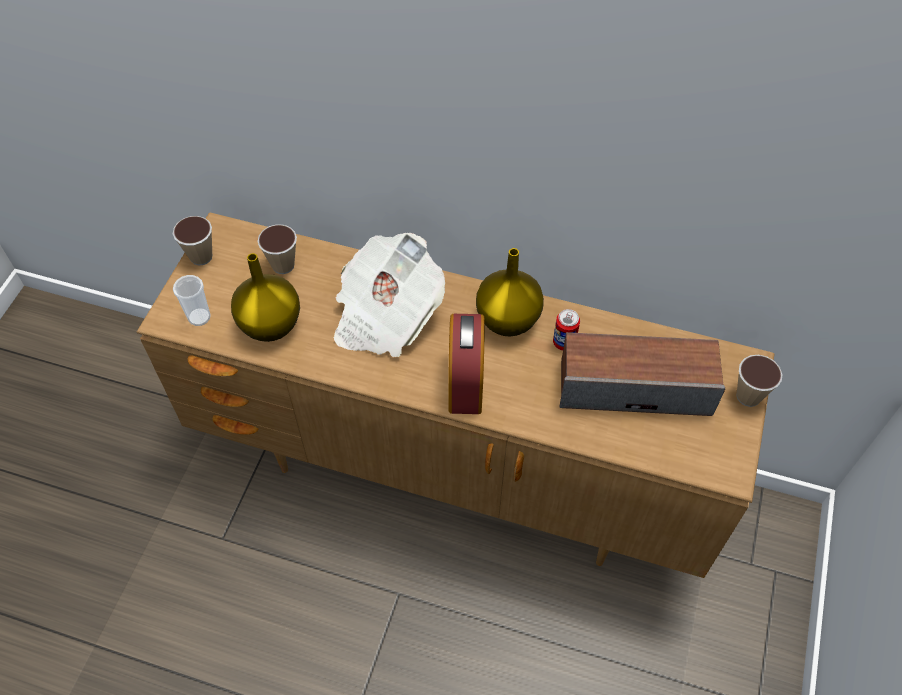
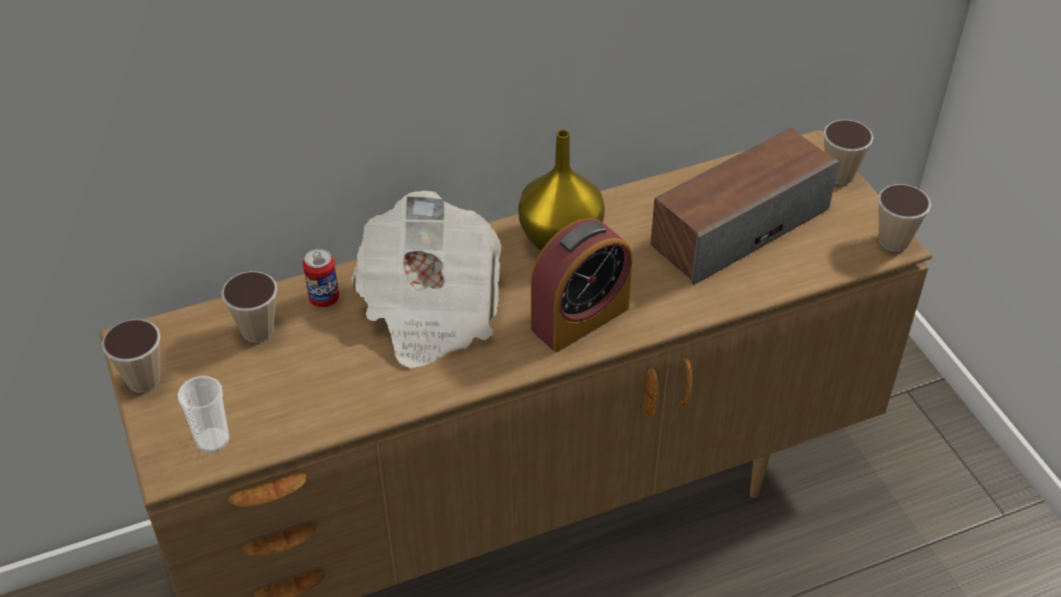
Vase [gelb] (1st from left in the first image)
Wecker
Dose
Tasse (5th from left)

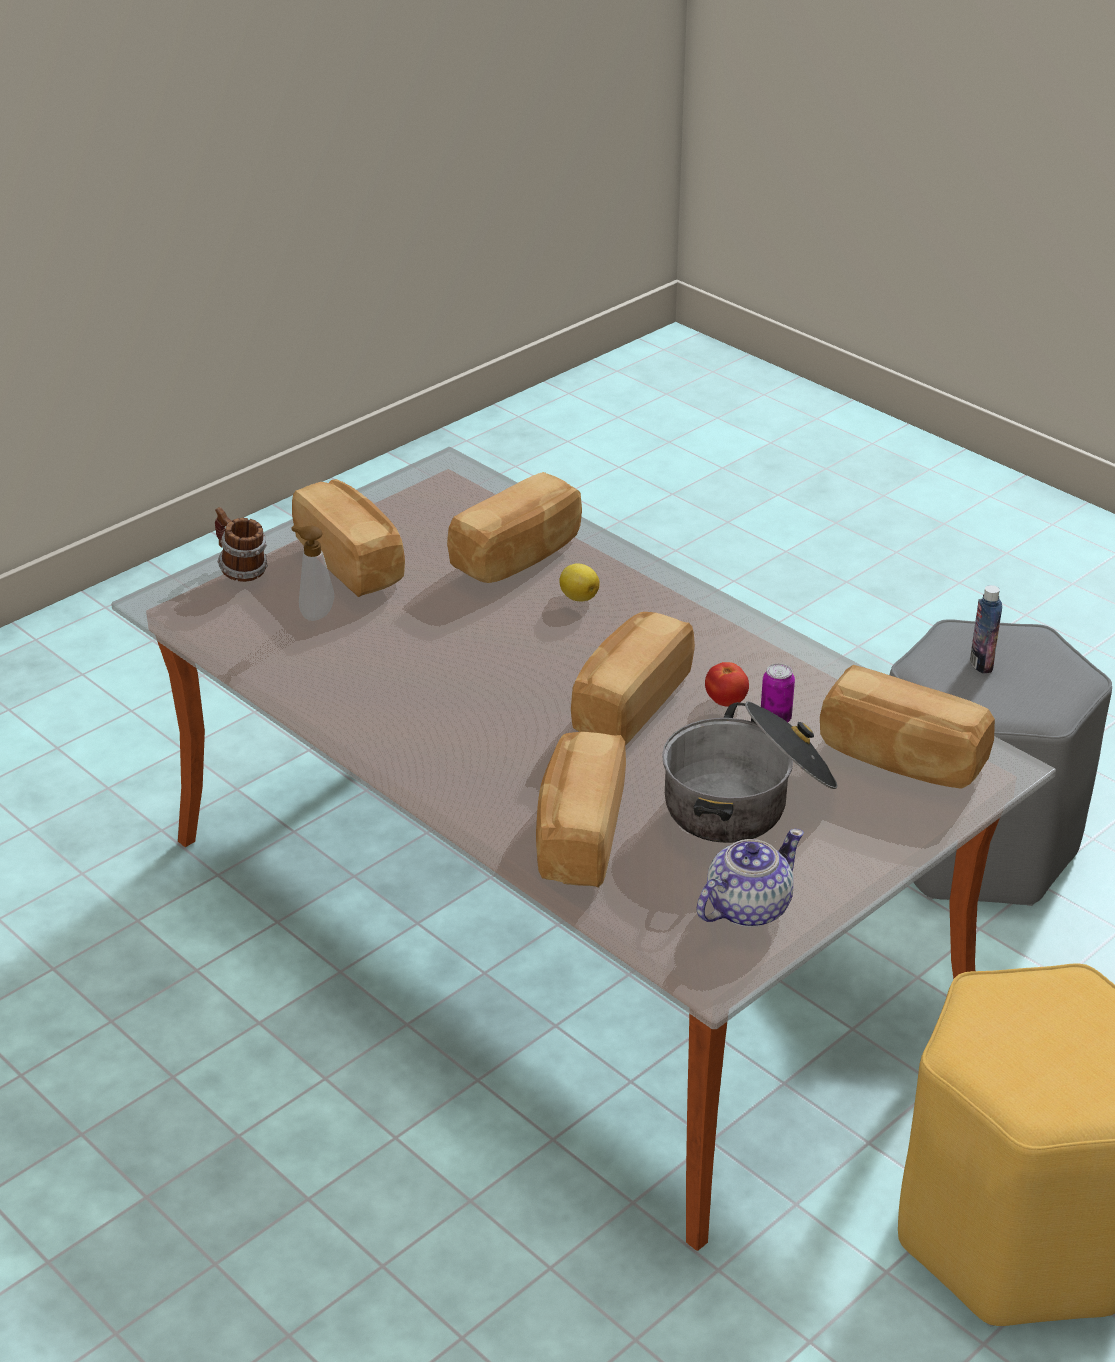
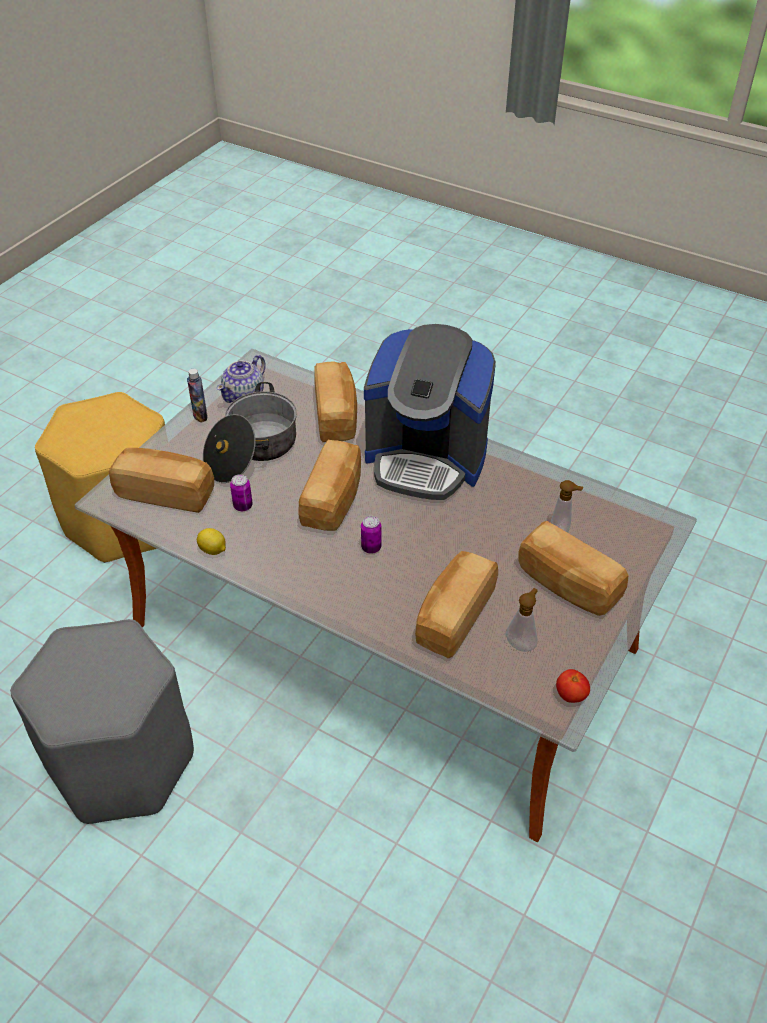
Henkelbecher
Zitrone
Tomate
Flasche
Dose (2nd from left)
Kaffeemaschine
Seifenspender (1st from left)

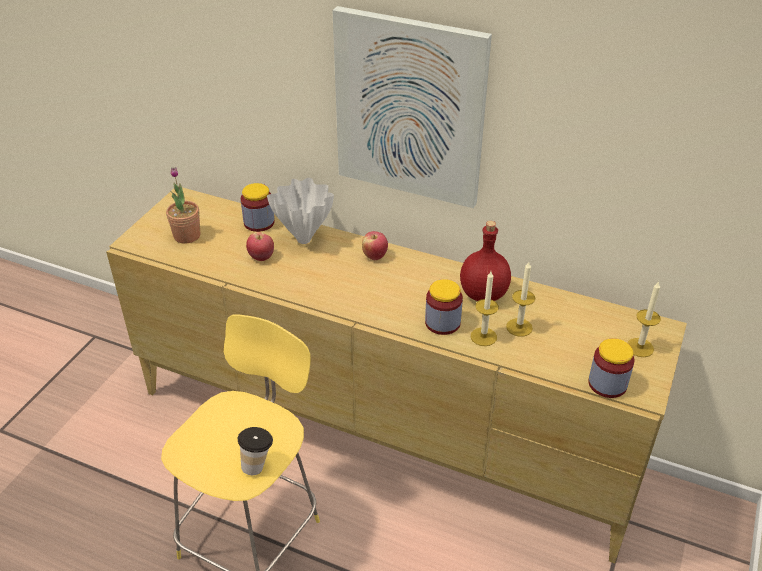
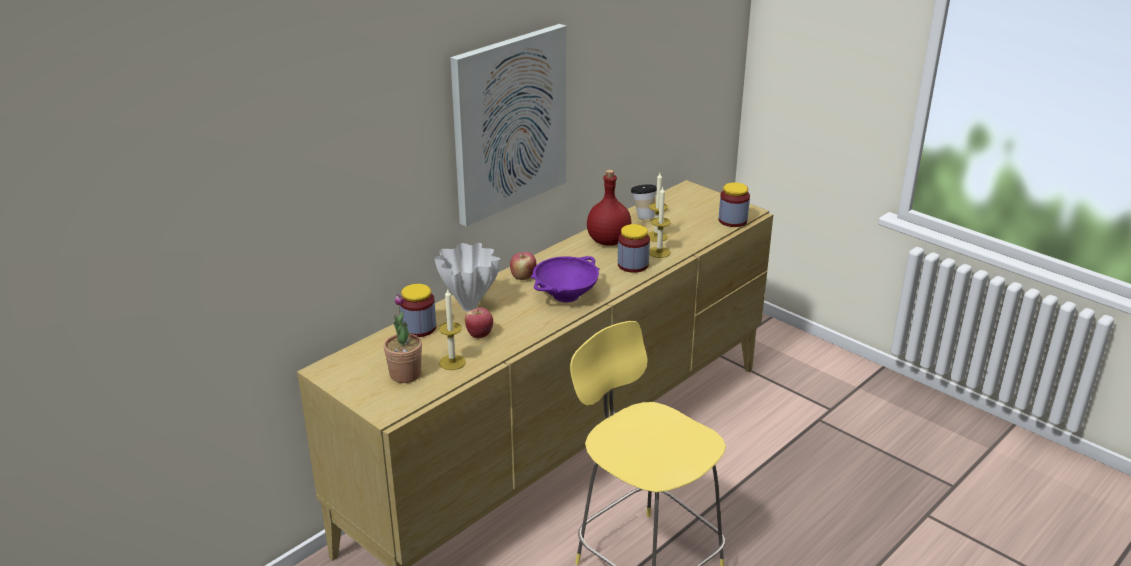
Tasse
Kerze (1st from left)
Schüssel [lila]

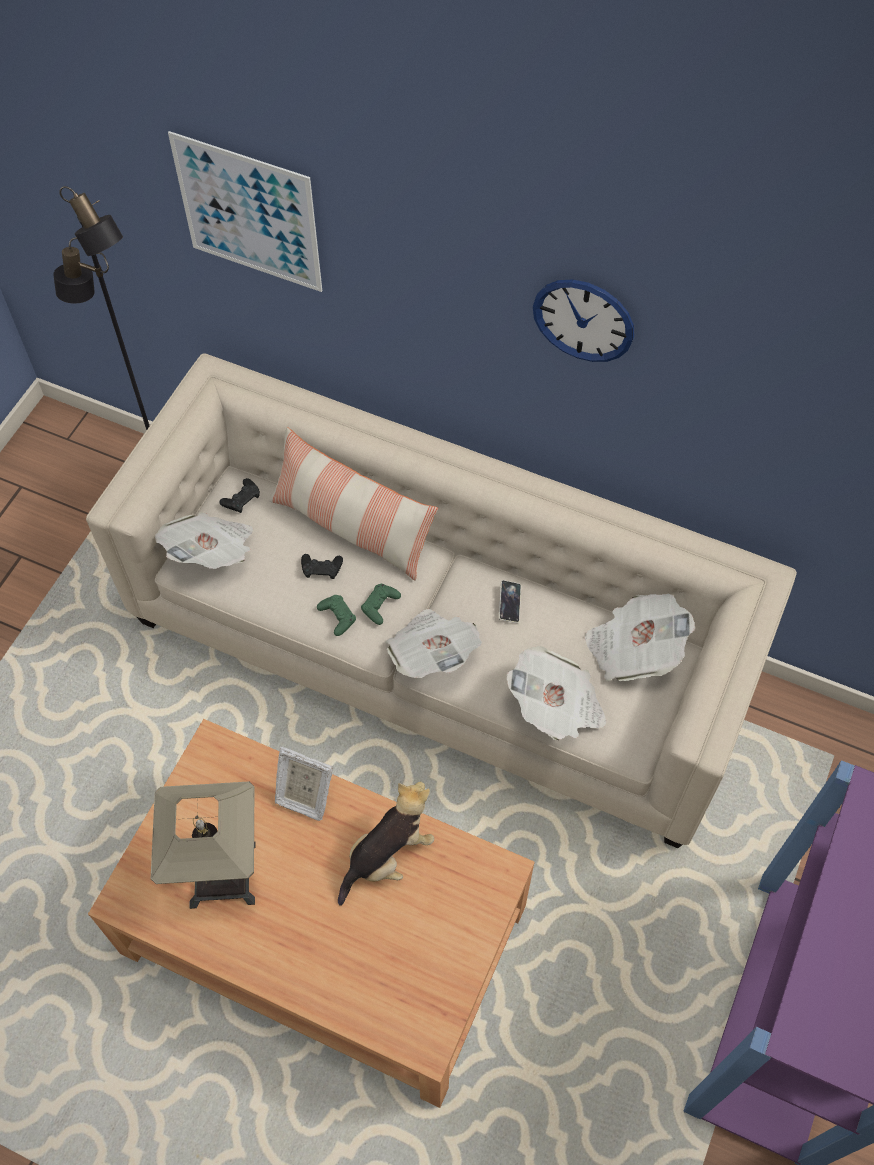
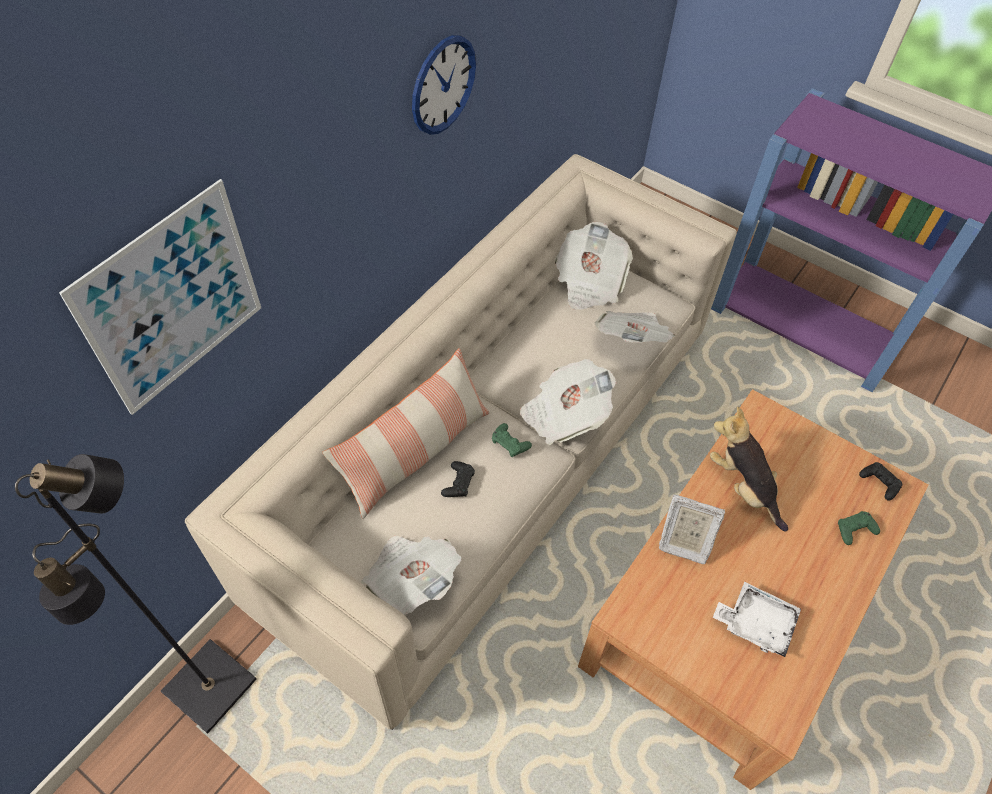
Tablett [weiß]
Gamepad [schwarz] (2nd from left)
Bilderrahmen
Gamepad [grün] (2nd from left)
Handy

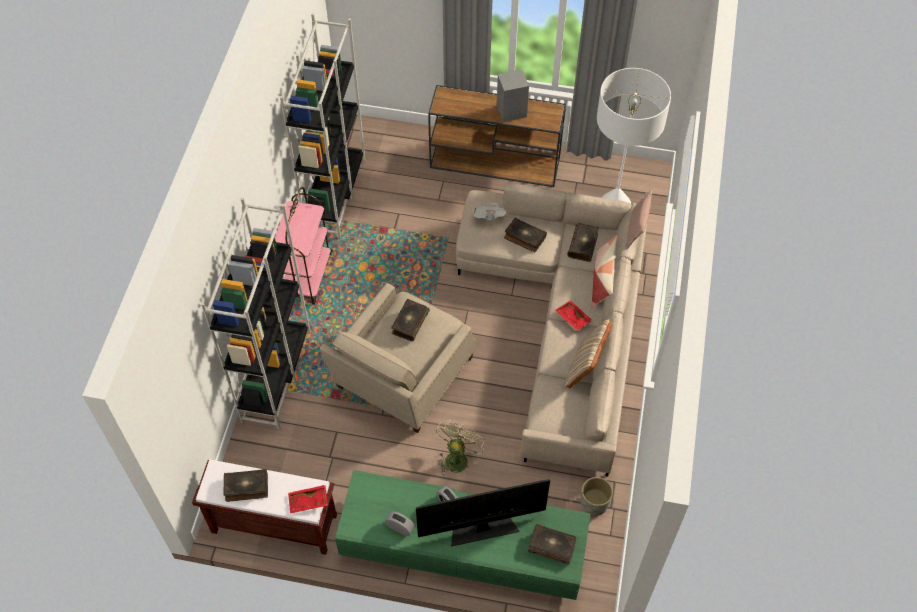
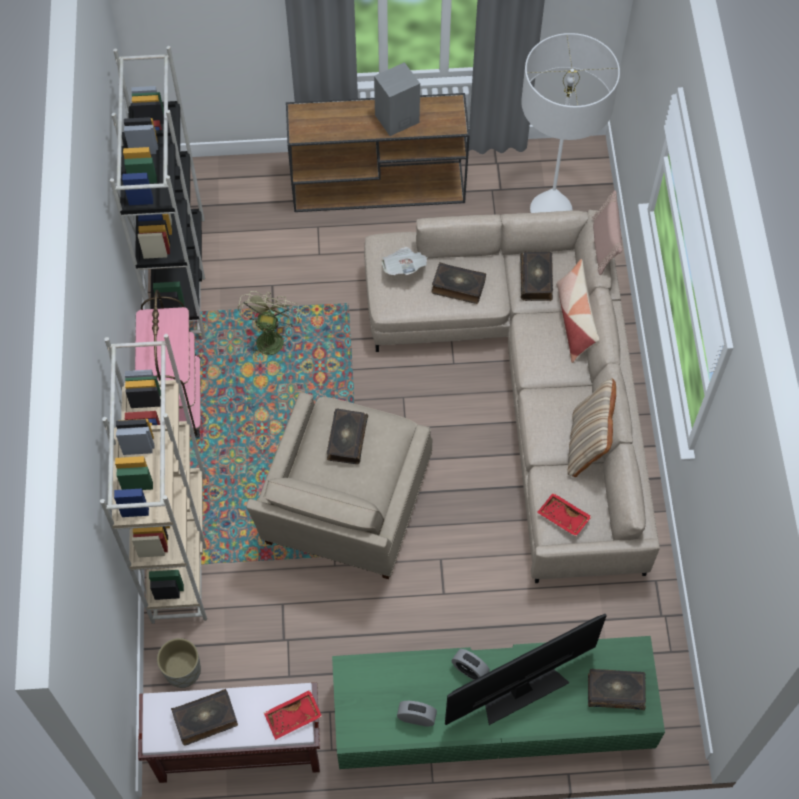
Bücherregal [beige]
Ventilator [grün]
Tablett [rot] (2nd from left)
Pflanzkübel [grau]

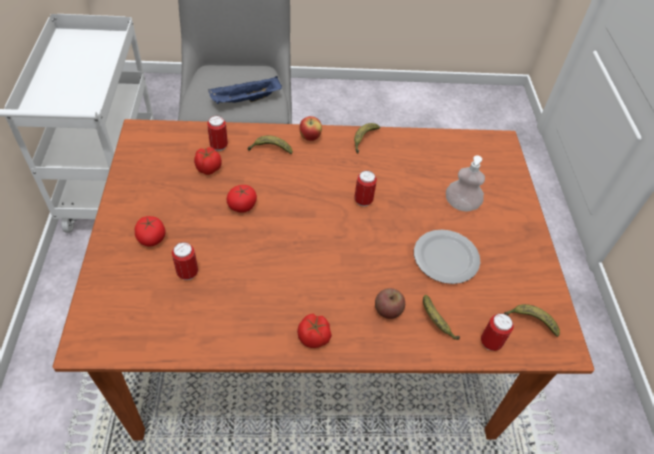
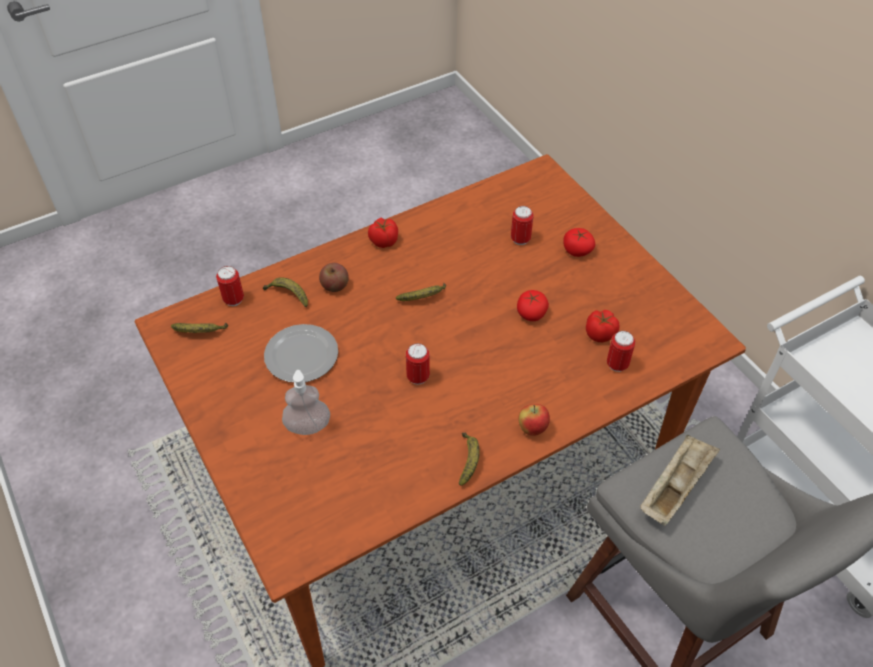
Tablett [beige]
Banane (3rd from left)

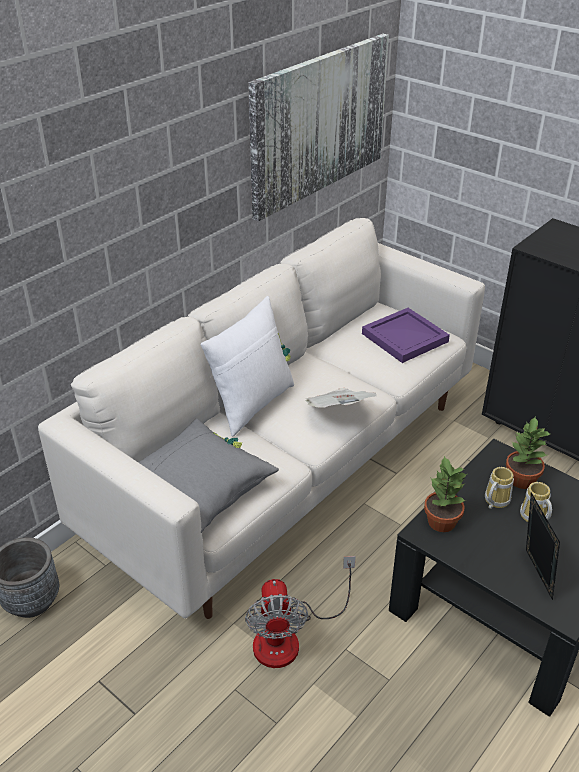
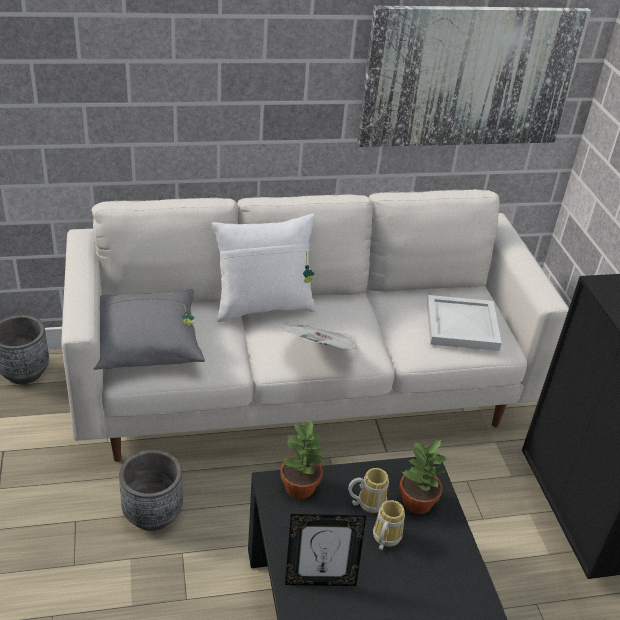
Pflanzkübel [grau] (2nd from left)
Tablett [weiß]
Bilderrahmen

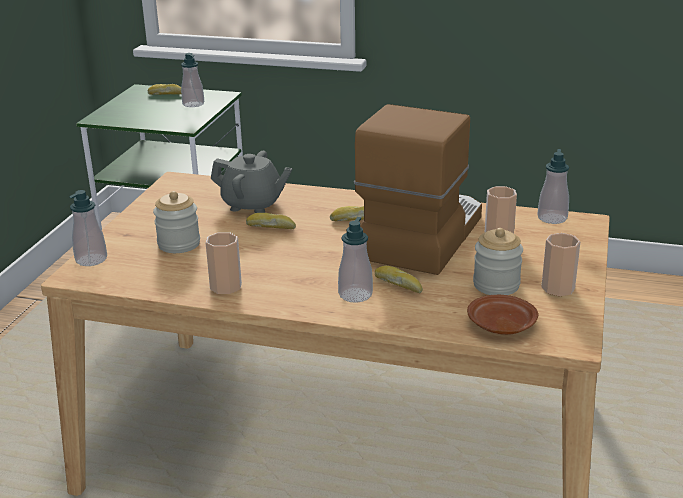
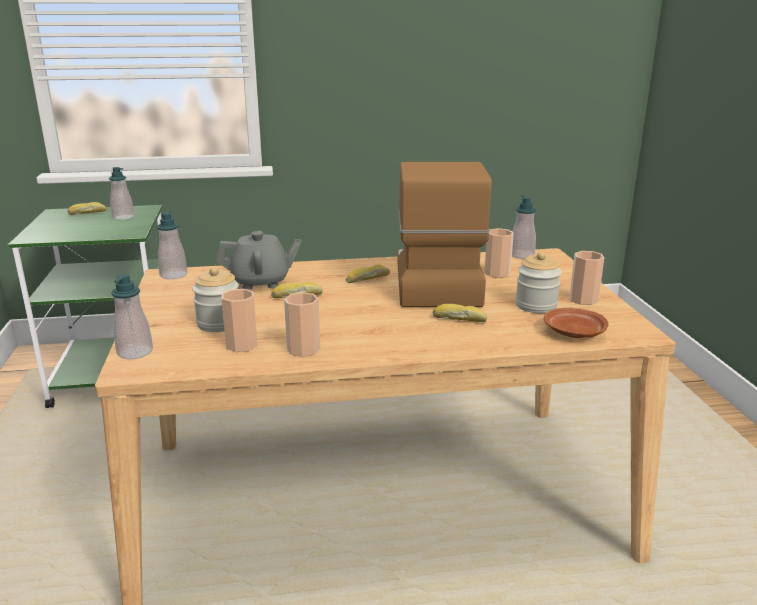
Seifenspender (3rd from left)
Tasse (1st from left)

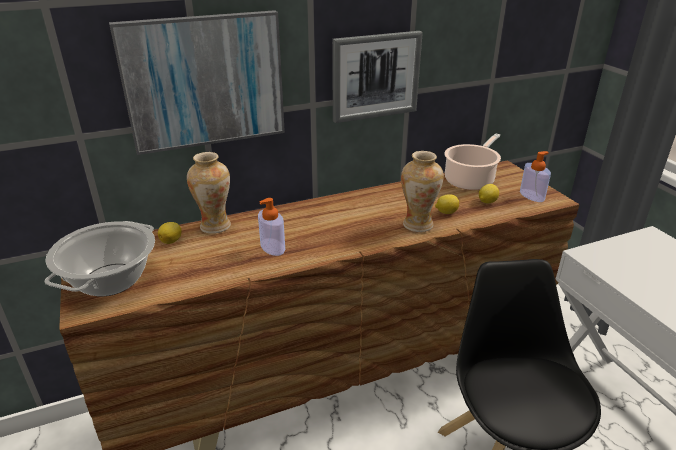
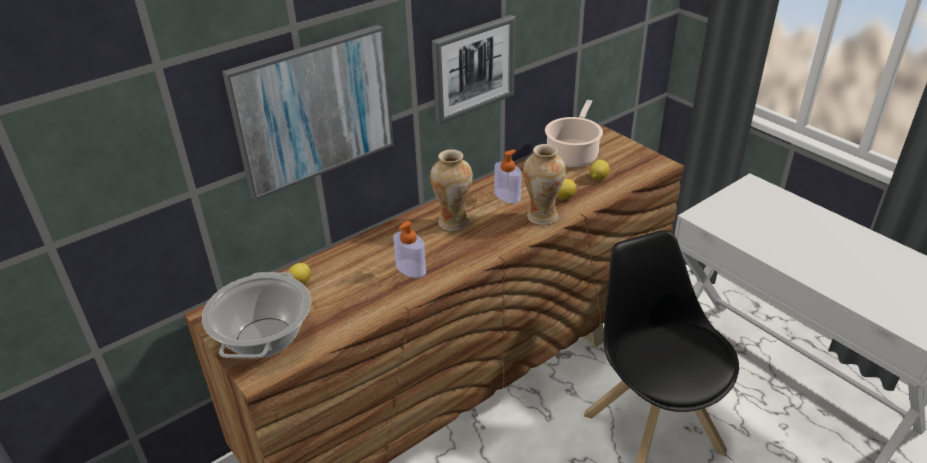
Vase (1st from left)
Seifenspender (2nd from left)

